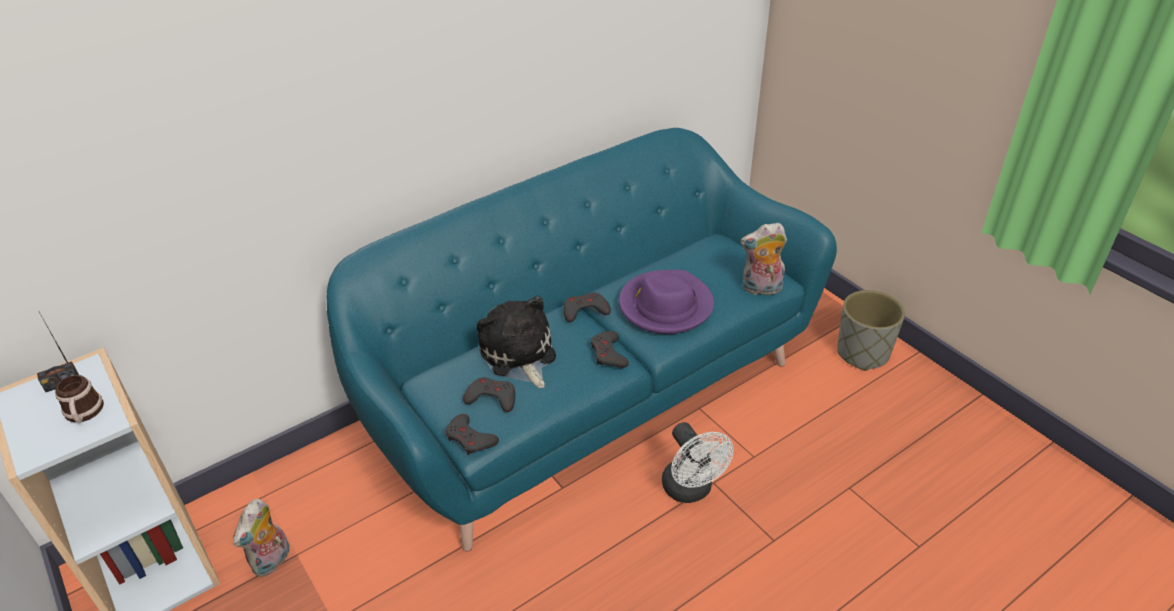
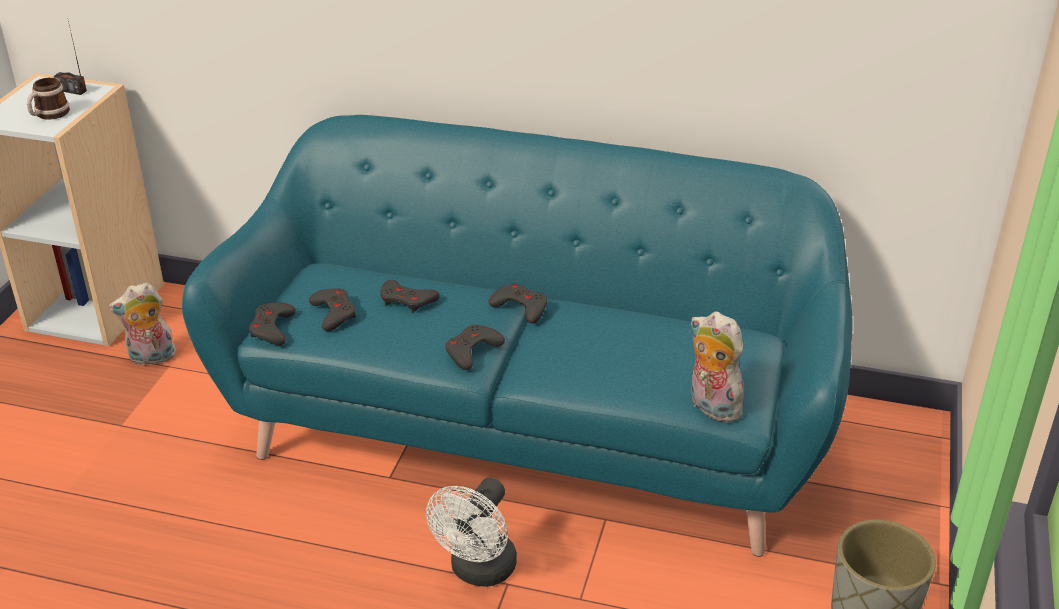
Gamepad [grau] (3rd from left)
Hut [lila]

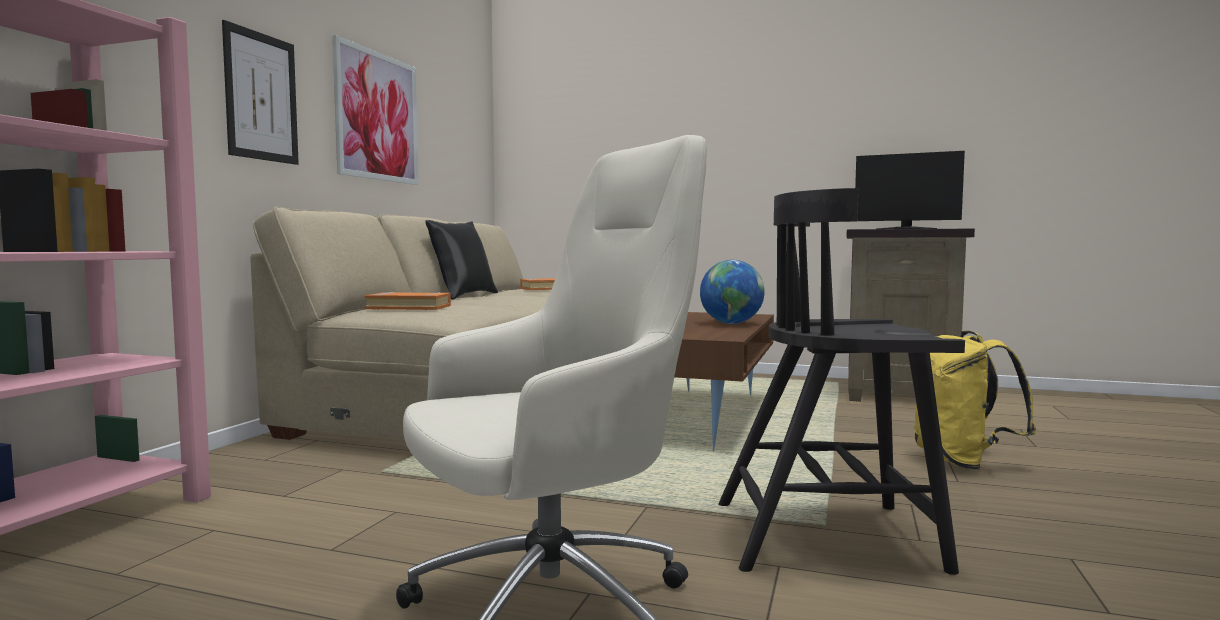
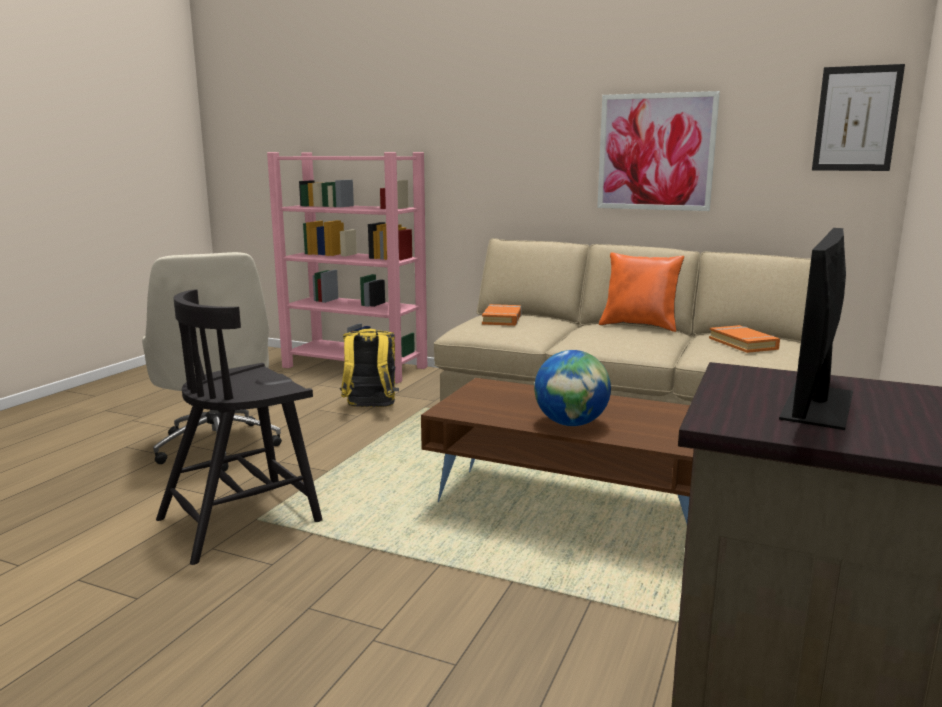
Bild (2nd from left)
Kissen [orange]
Stuhl [schwarz]
Rucksack [gelb]

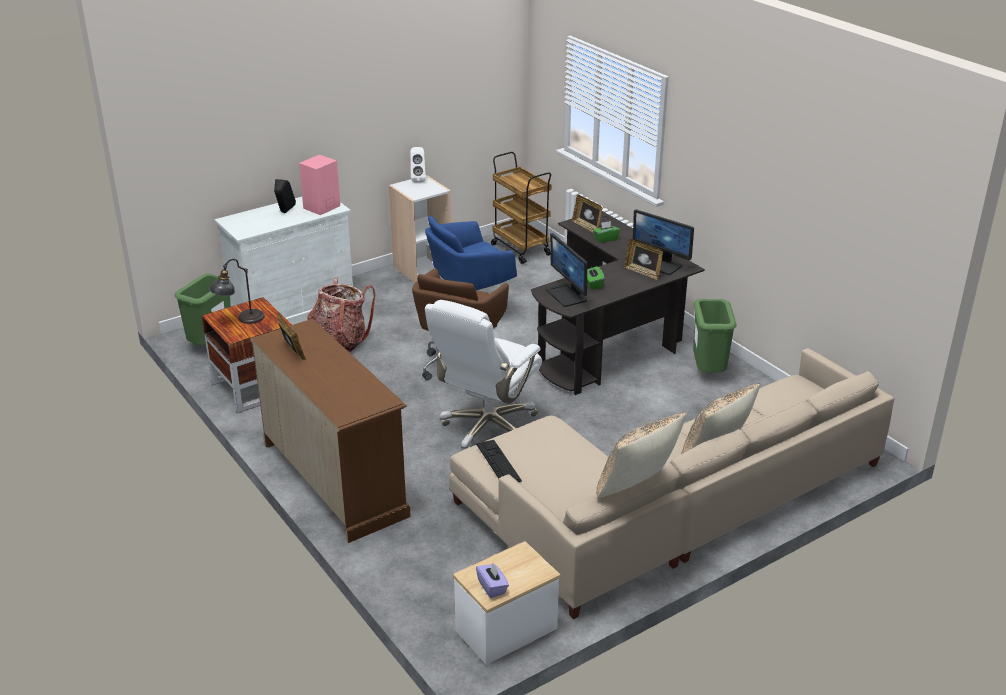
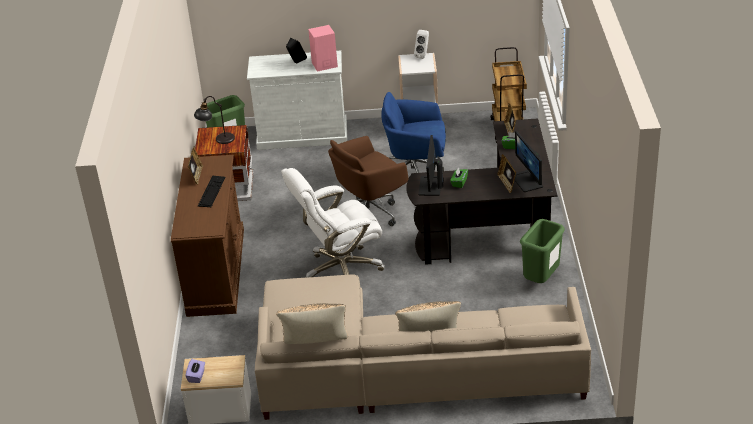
Rucksack
Tastatur

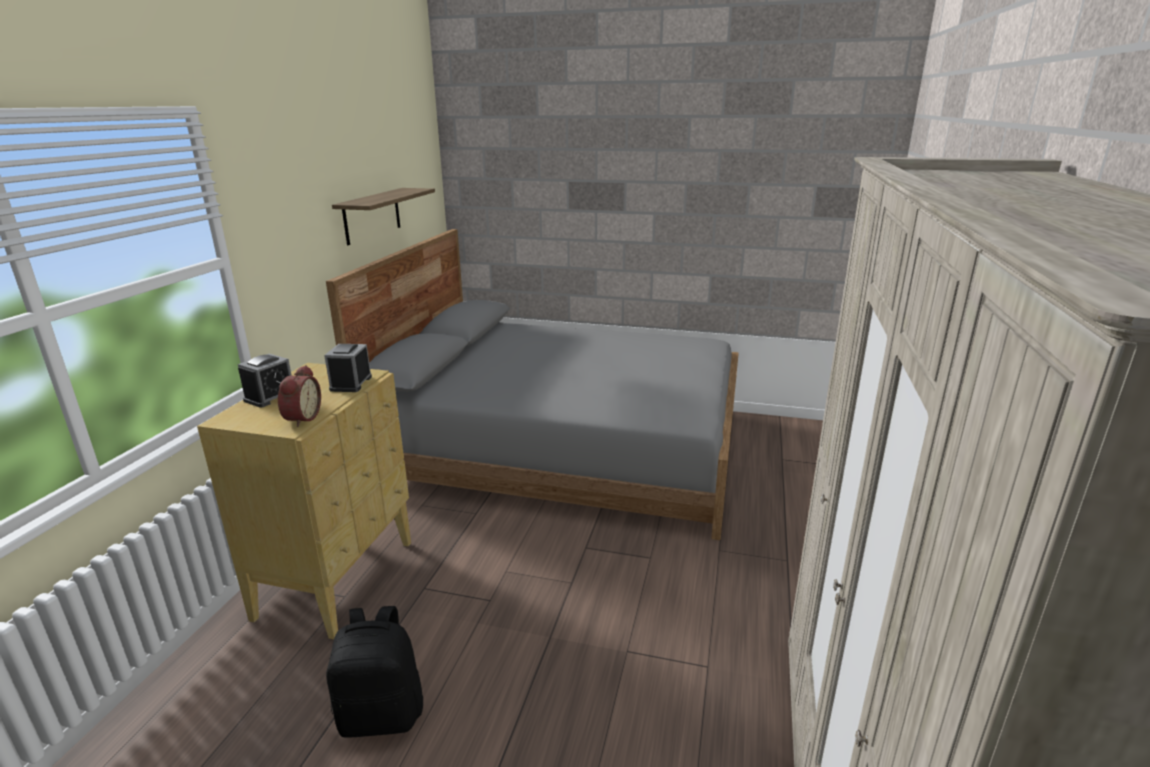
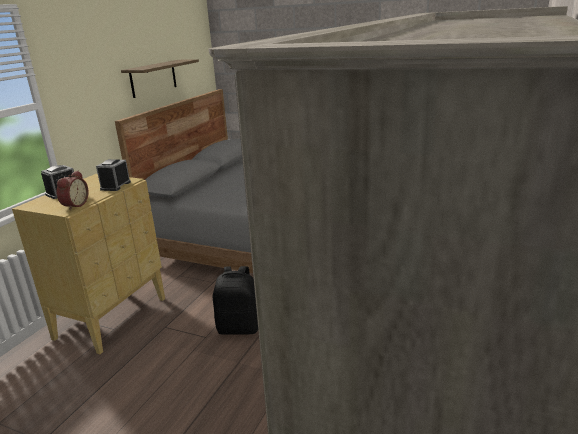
Rucksack [schwarz]

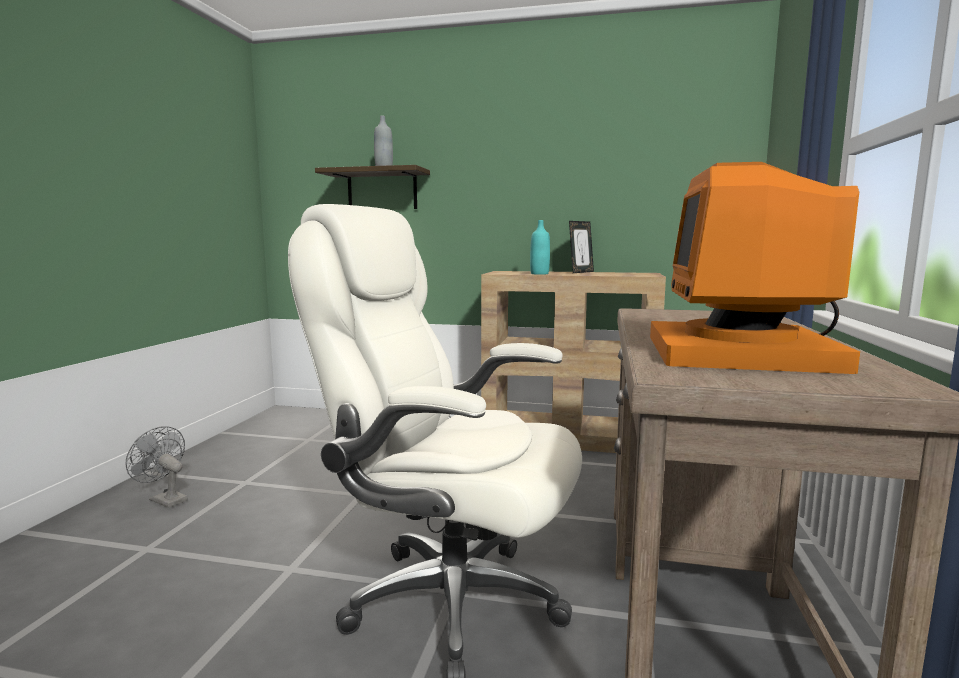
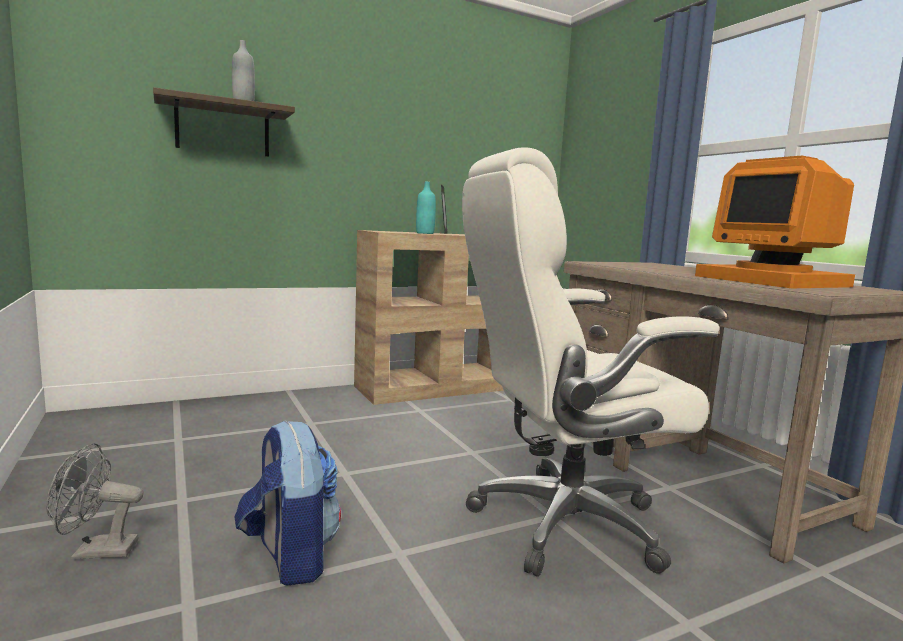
Rucksack

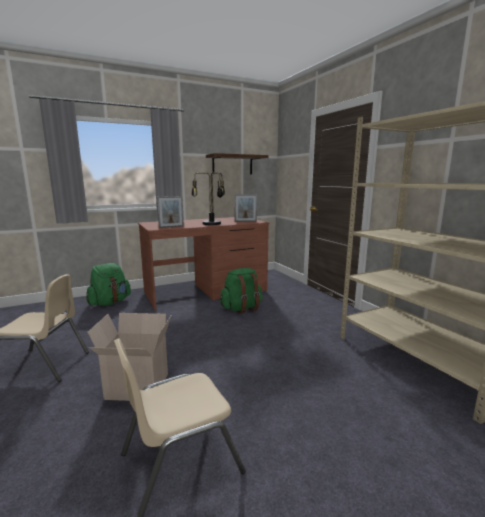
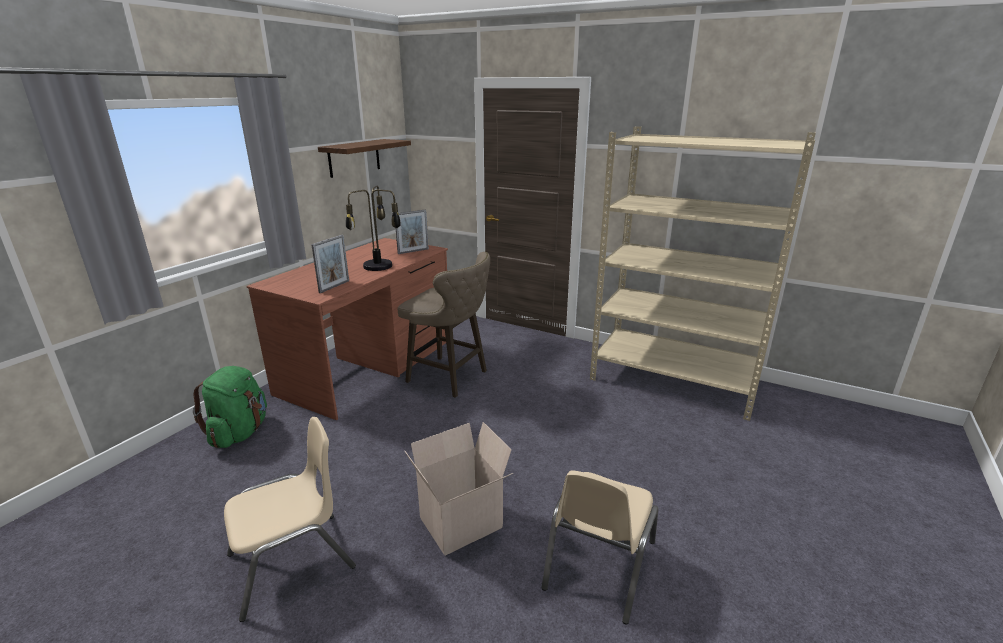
Hocker [beige]

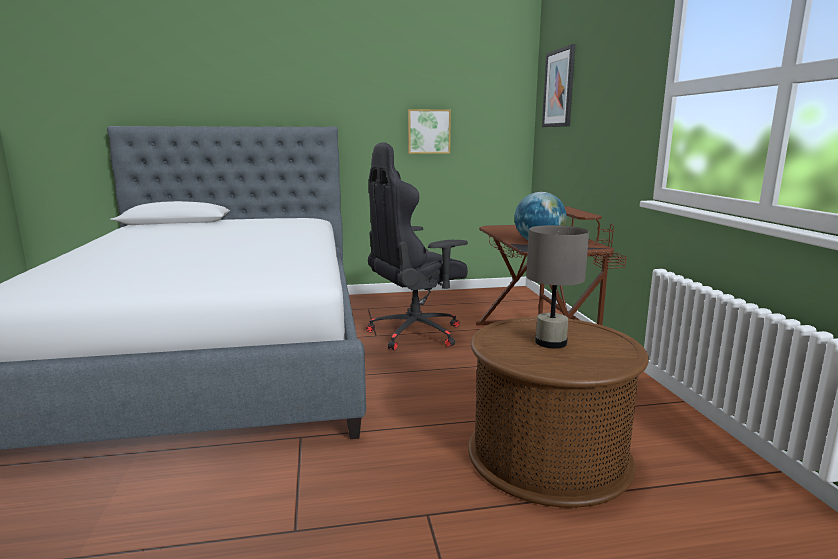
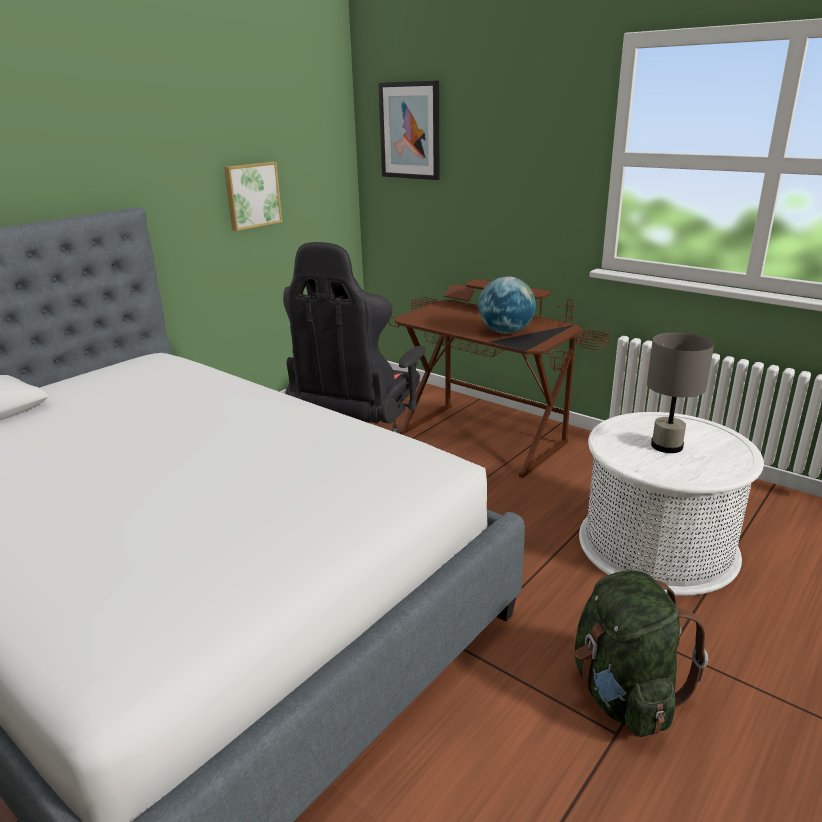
Couchtisch [weiß]
Rucksack [grün]

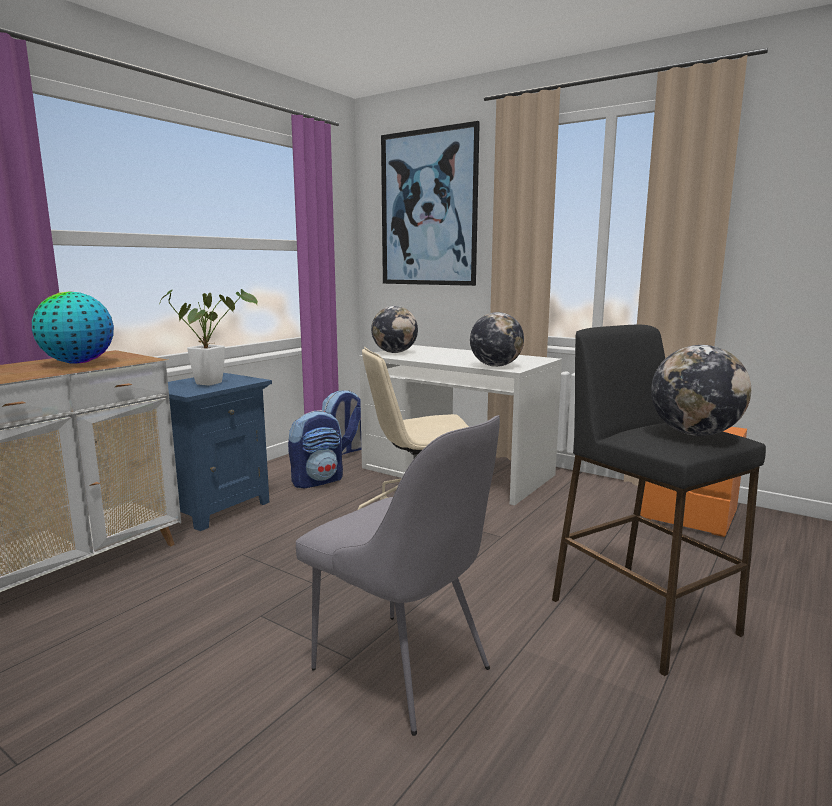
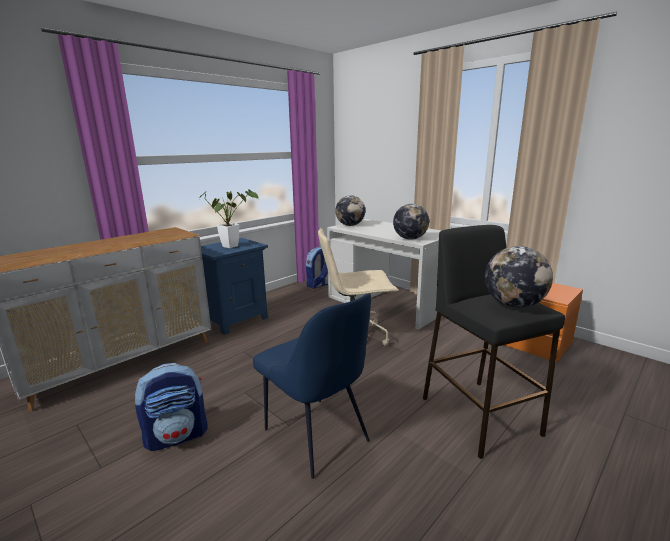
Globus (1st from left in the first image)
Rucksack (1st from left)
Stuhl [blau]
Bild

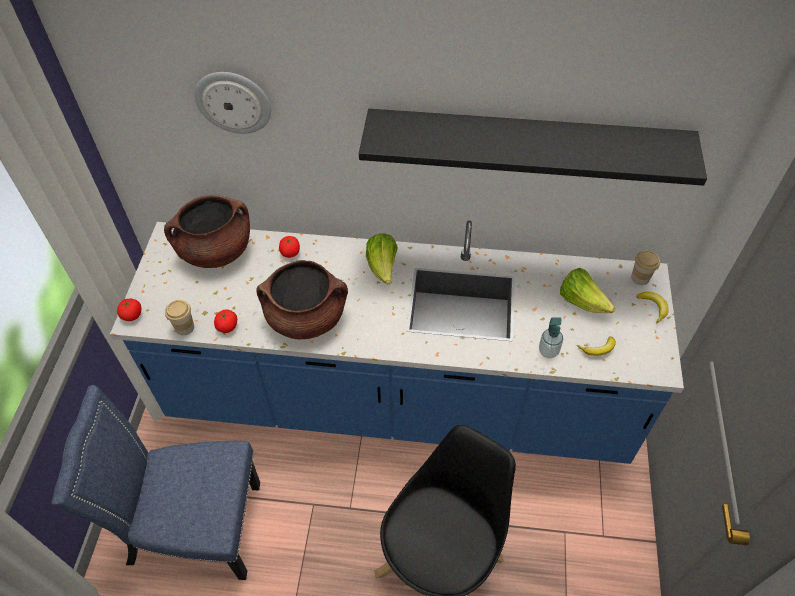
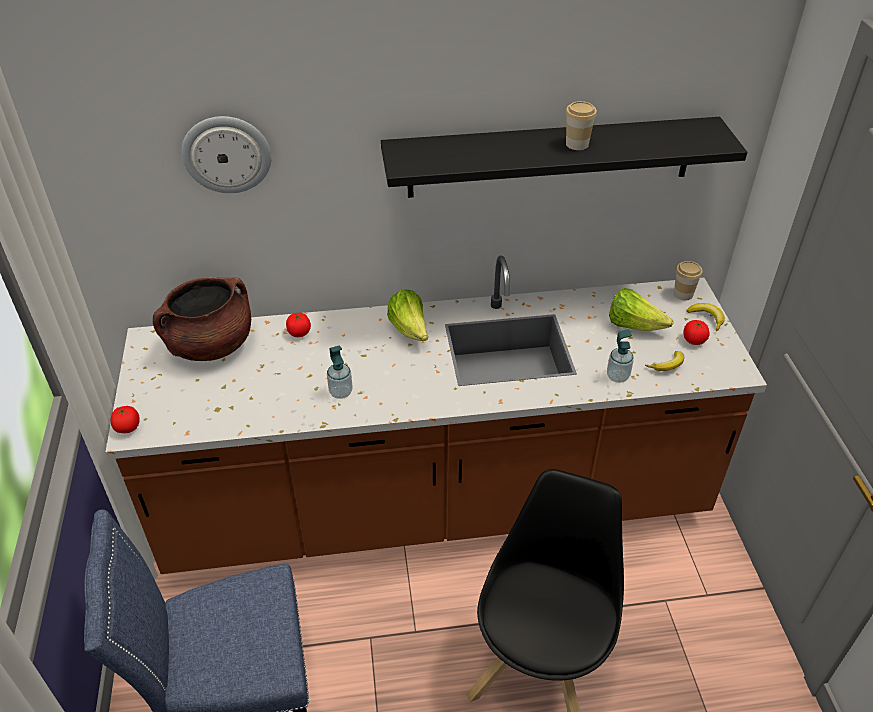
Küchenzeile [braun]
Tasse (1st from left)
Tomate (3rd from left)
Seifenspender (1st from left)

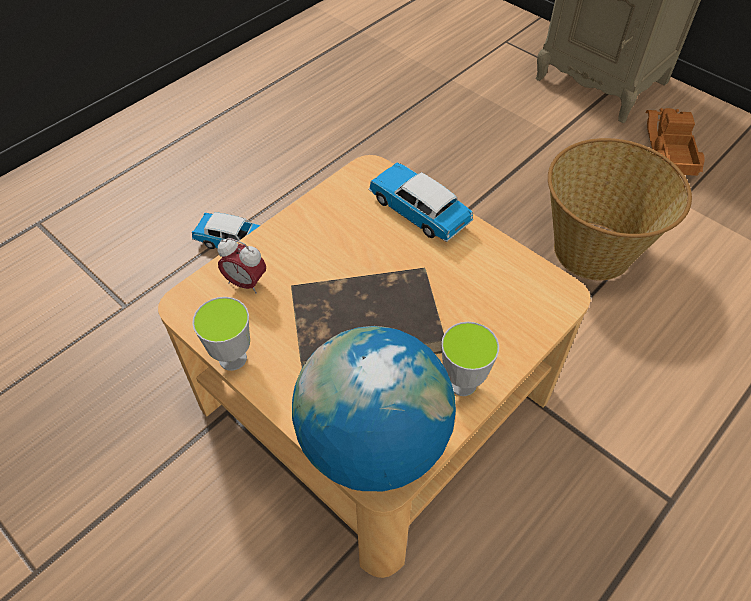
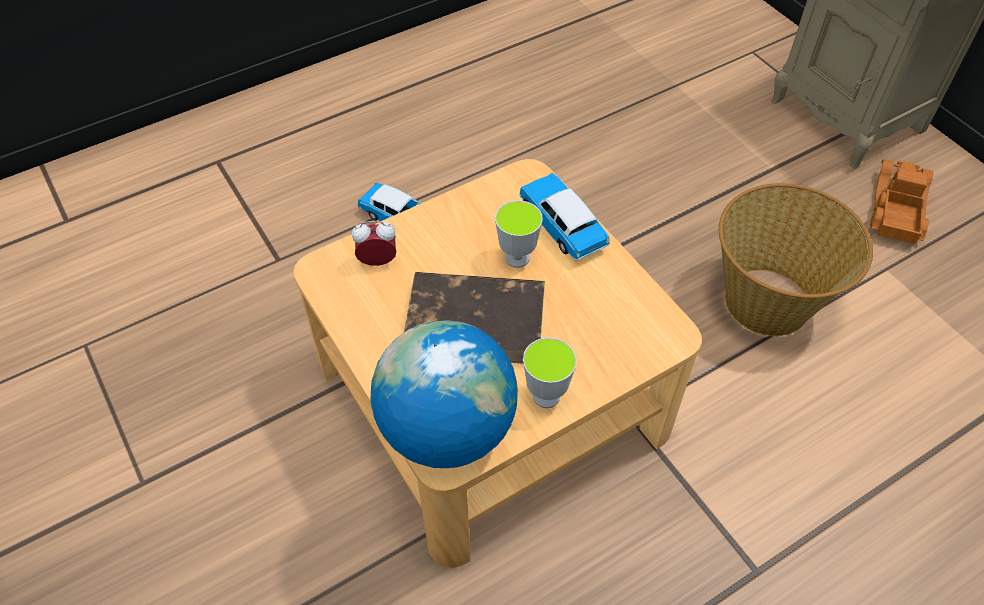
Tasse (1st from left)
Wecker

